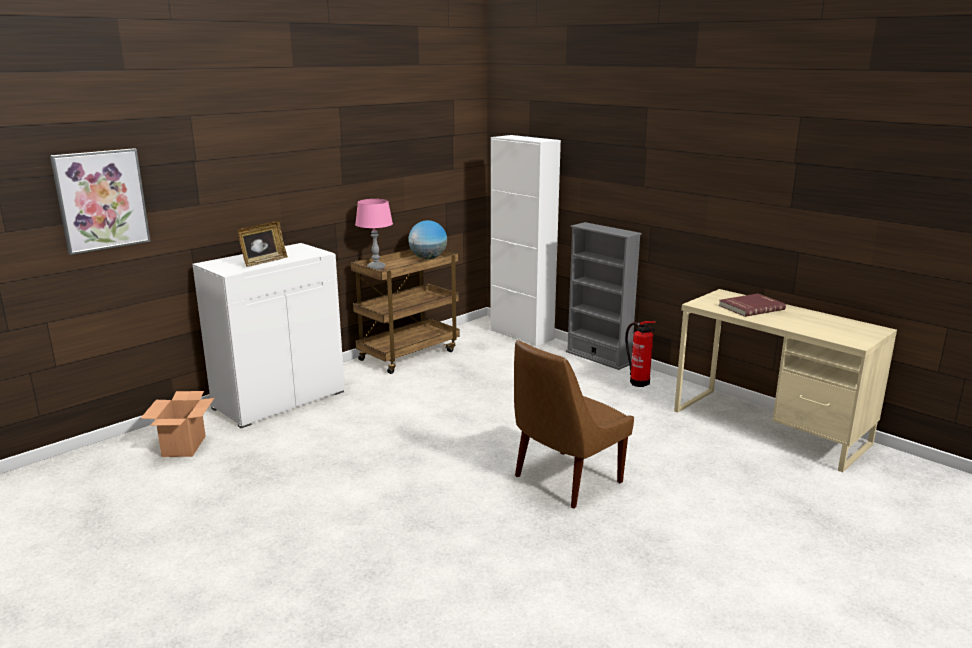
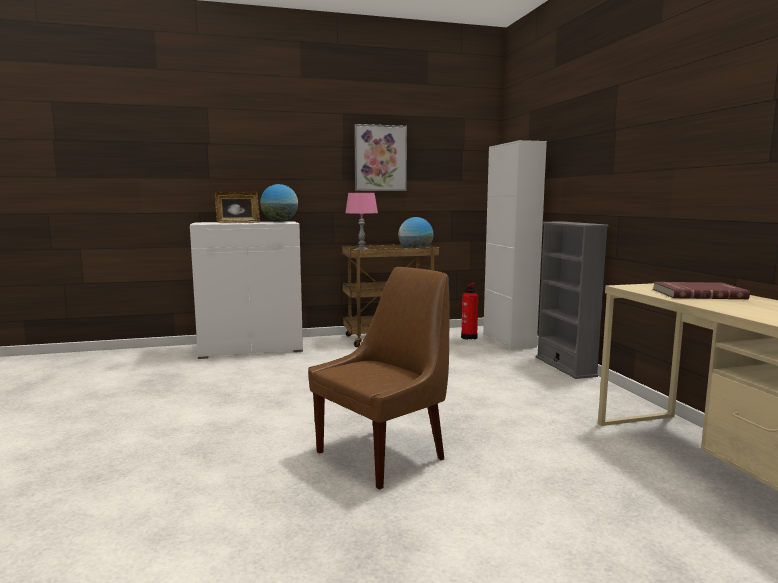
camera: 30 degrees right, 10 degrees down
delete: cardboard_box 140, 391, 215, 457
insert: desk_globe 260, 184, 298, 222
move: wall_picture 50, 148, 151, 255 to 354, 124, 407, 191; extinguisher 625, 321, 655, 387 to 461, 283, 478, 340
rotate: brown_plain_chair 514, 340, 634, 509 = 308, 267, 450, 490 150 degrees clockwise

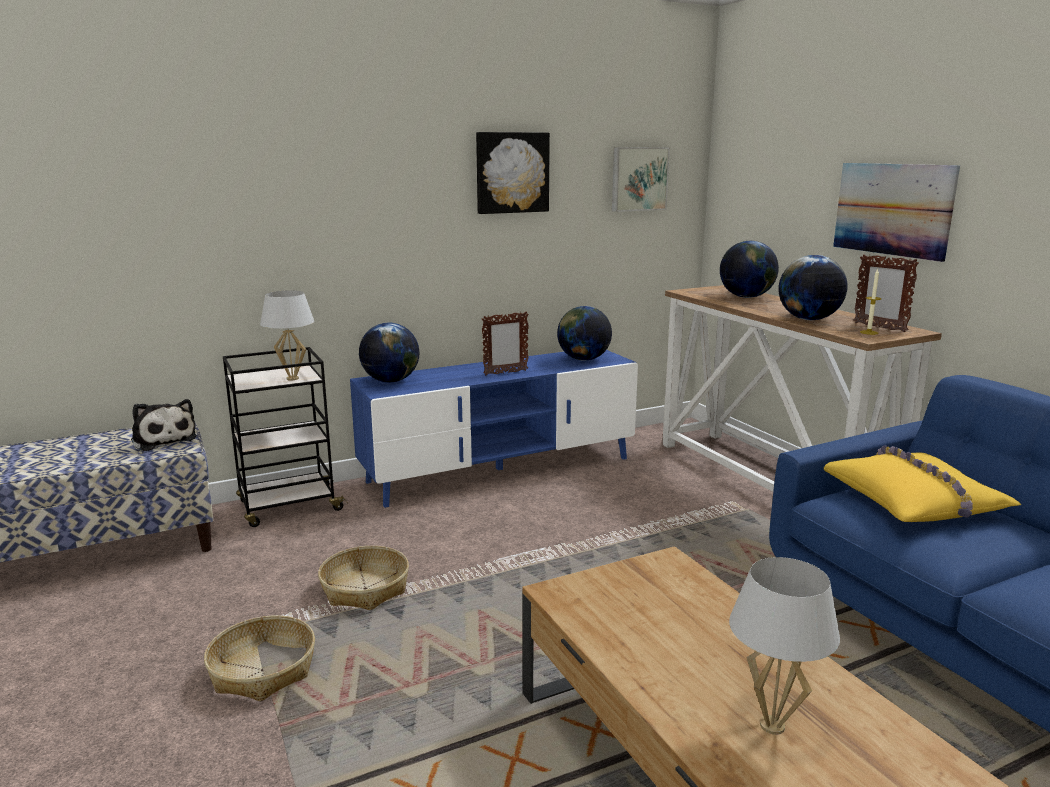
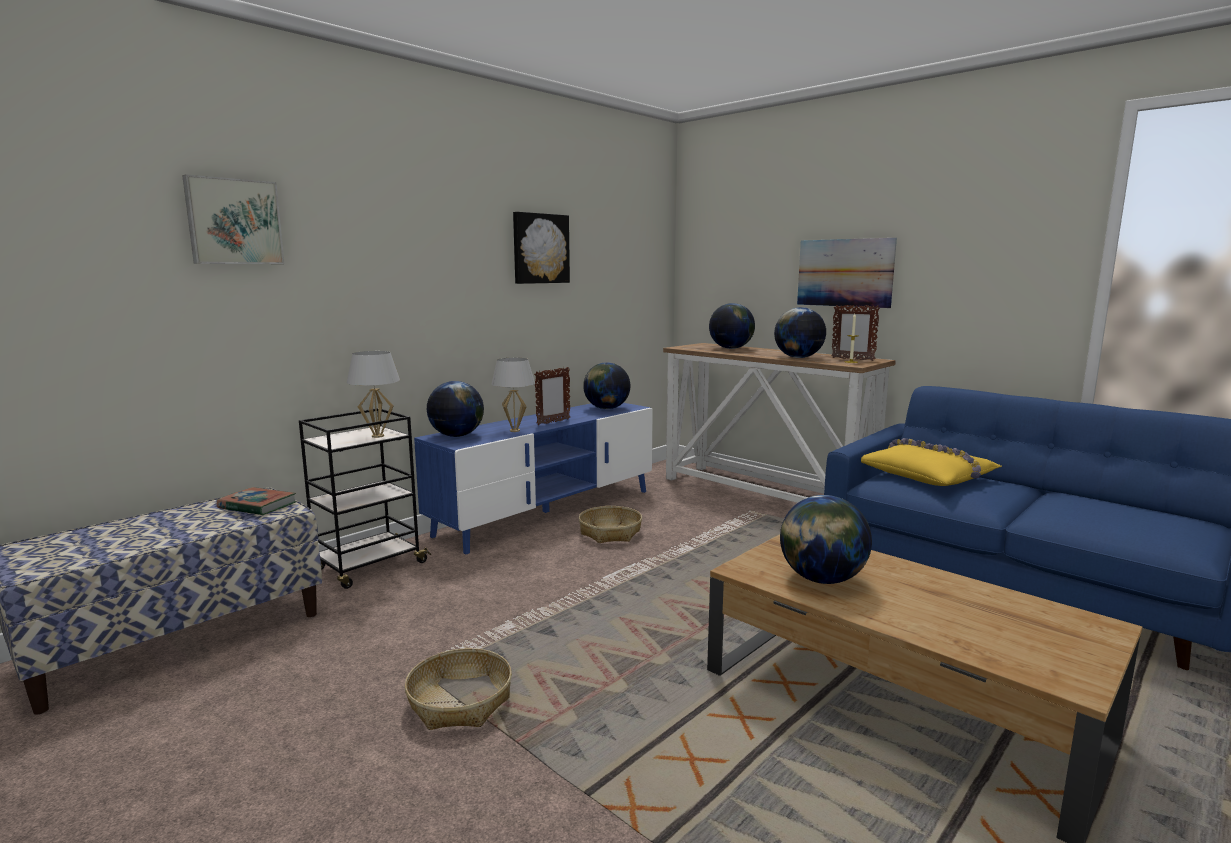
camera: 20 degrees left, 5 degrees down
insert: desk_globe 780, 495, 872, 584
move: basket 318, 546, 409, 610 to 579, 506, 642, 543; wall_picture 612, 147, 670, 212 to 182, 174, 285, 264; white_table_lamp 729, 557, 840, 735 to 491, 358, 535, 432
replace: cuddly_toy 131, 399, 197, 451 to book 217, 487, 296, 516

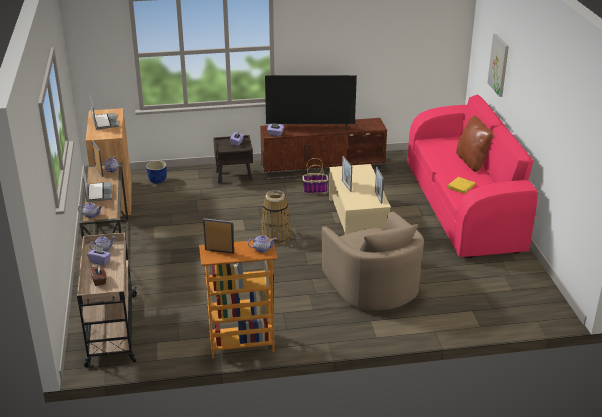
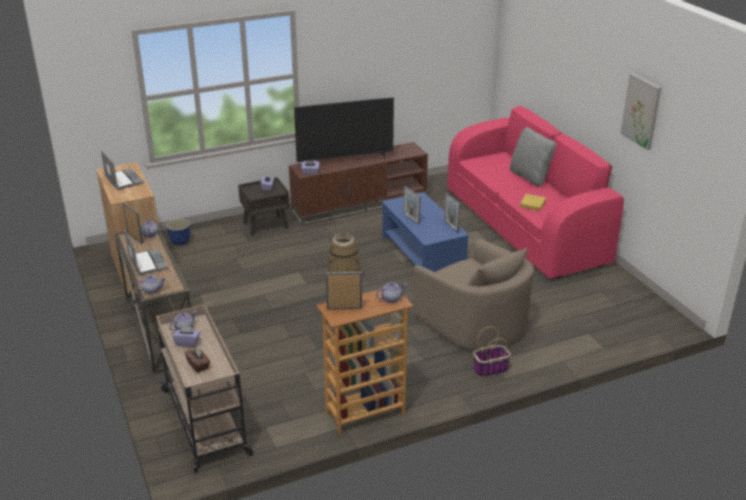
camera: 15 degrees left, 0 degrees up
move: basket 303, 158, 328, 194 to 473, 326, 511, 378; wall_picture 487, 34, 509, 97 to 621, 73, 661, 150
recolor: beige-coloured_coffee_table 329, 164, 391, 234 to blue-coloured_coffee_table 382, 192, 469, 272; brown_pillow 456, 115, 494, 172 to grey_pillow 510, 127, 556, 187

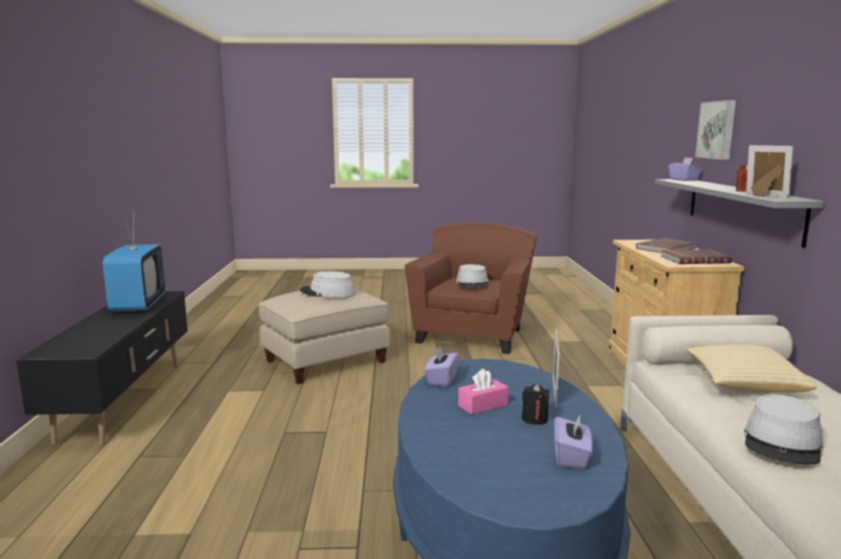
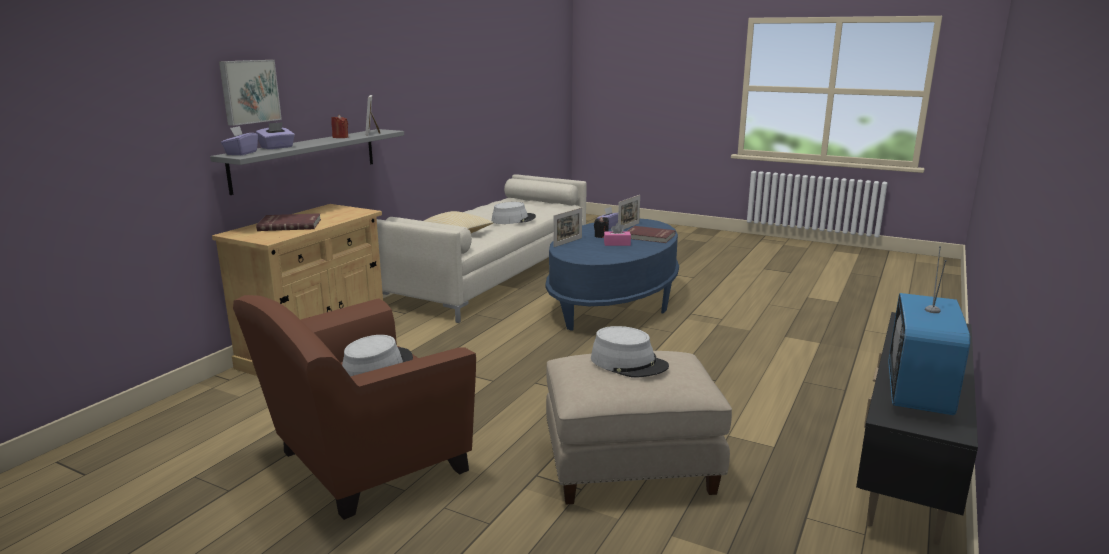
camera: 150 degrees left, 5 degrees up
insert: picture_frame 618, 195, 640, 229
move: purple-coloured_box_of_tissues 425, 345, 459, 387 to 256, 122, 295, 149; red-coloured_book 661, 249, 732, 264 to 628, 226, 676, 243

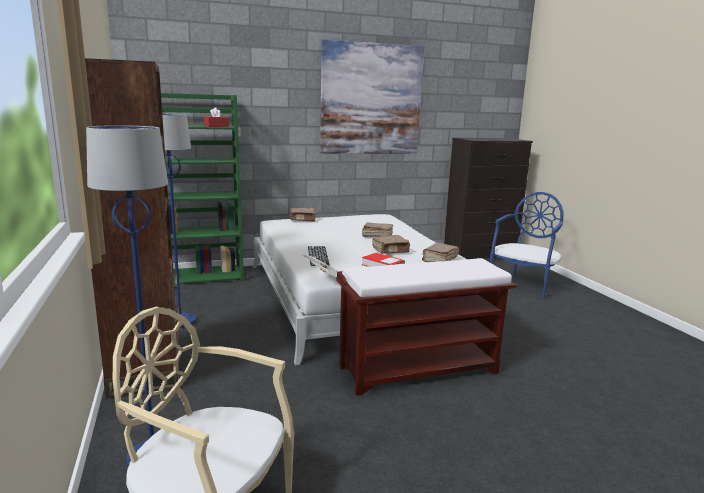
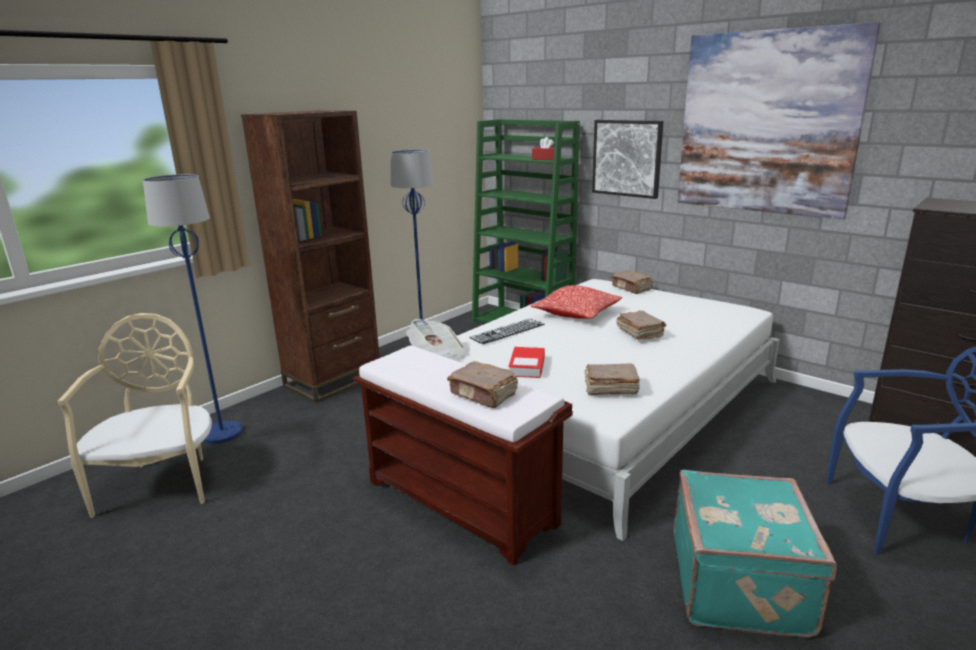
camera: 60 degrees right, 5 degrees up
insert: pillow 531, 285, 622, 319; wall_picture 592, 120, 664, 199; turquoise_suitcase 674, 470, 837, 638
move: brown_book 372, 235, 410, 254 to 447, 361, 518, 408

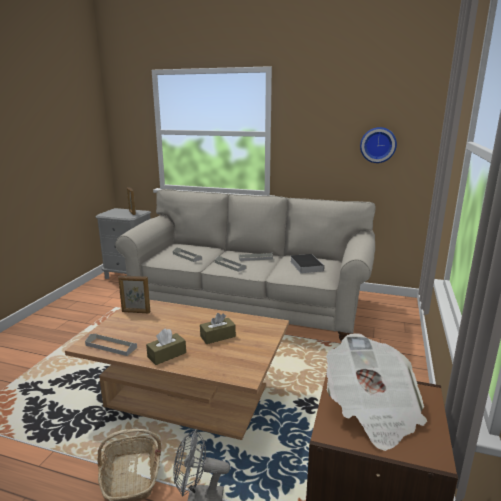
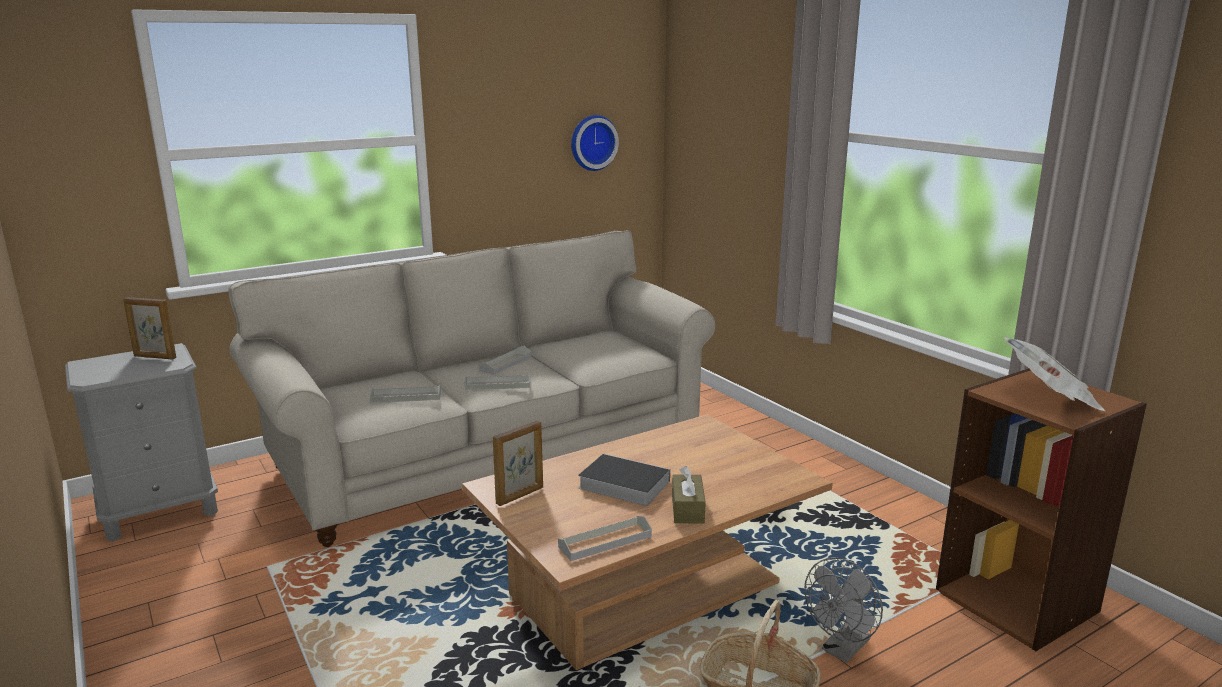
camera: 50 degrees left, 0 degrees up
delete: brown_box_of_tissues 200, 313, 236, 344
move: book 290, 254, 324, 273 to 578, 454, 670, 506

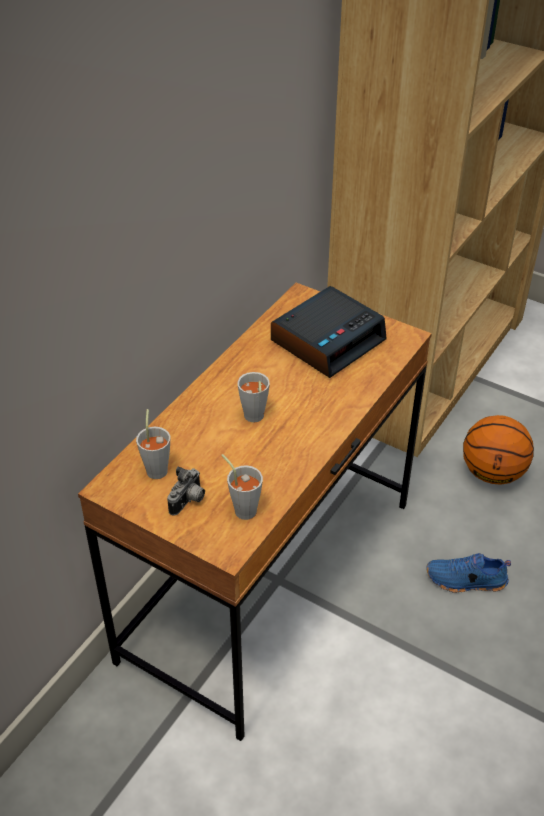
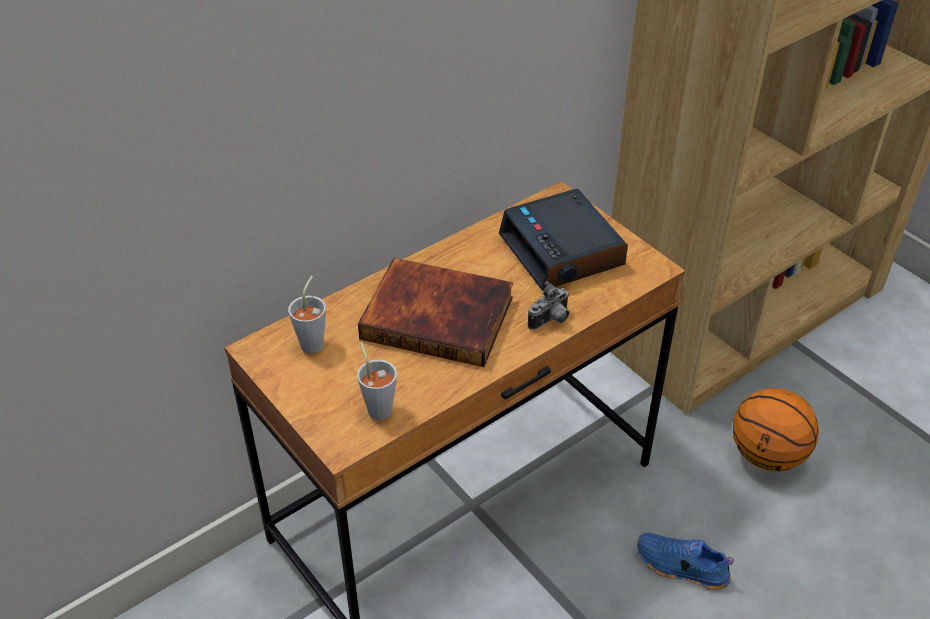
camera: 20 degrees right, 0 degrees up
move: still_camera 167, 466, 205, 515 to 528, 281, 569, 330
replace: grey_small_cup 237, 372, 270, 422 to book 358, 258, 513, 367
rotate: table_clock 271, 286, 387, 378 = 499, 189, 628, 291 90 degrees clockwise

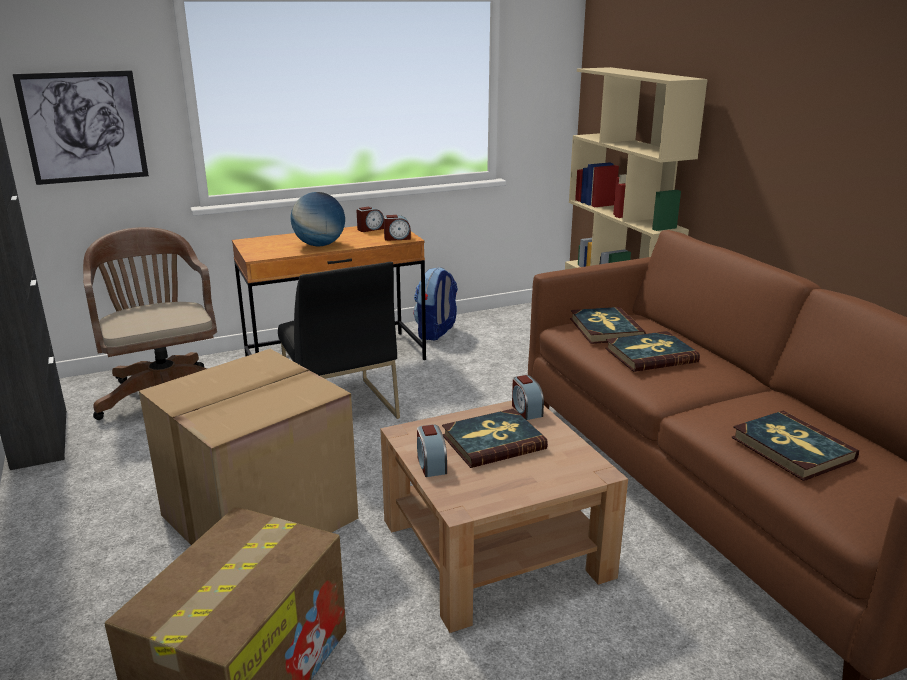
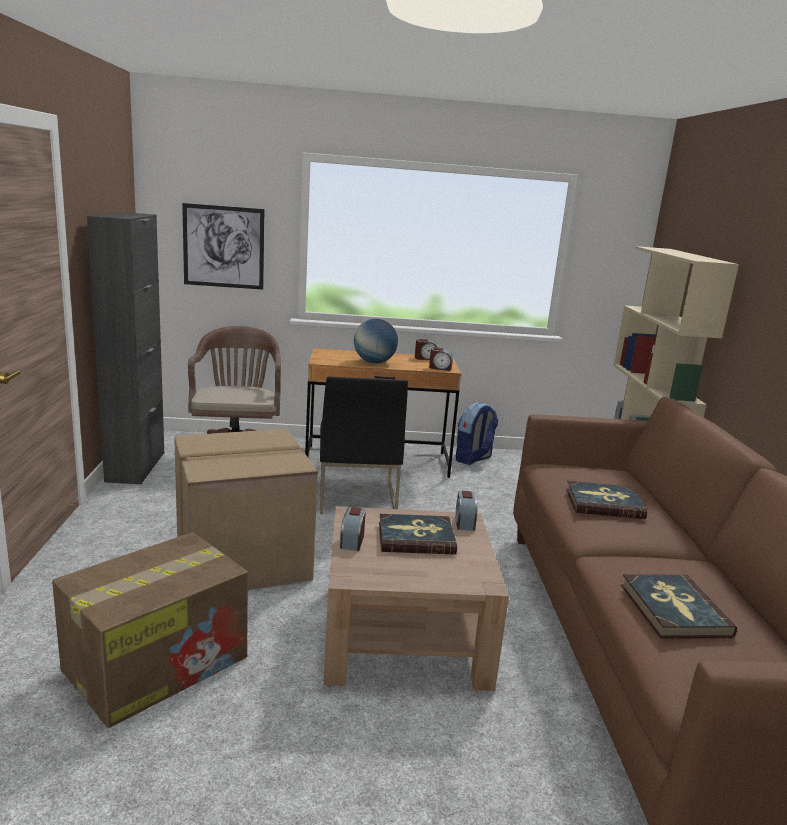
camera: 20 degrees right, 5 degrees down
delete: book 570, 307, 646, 344

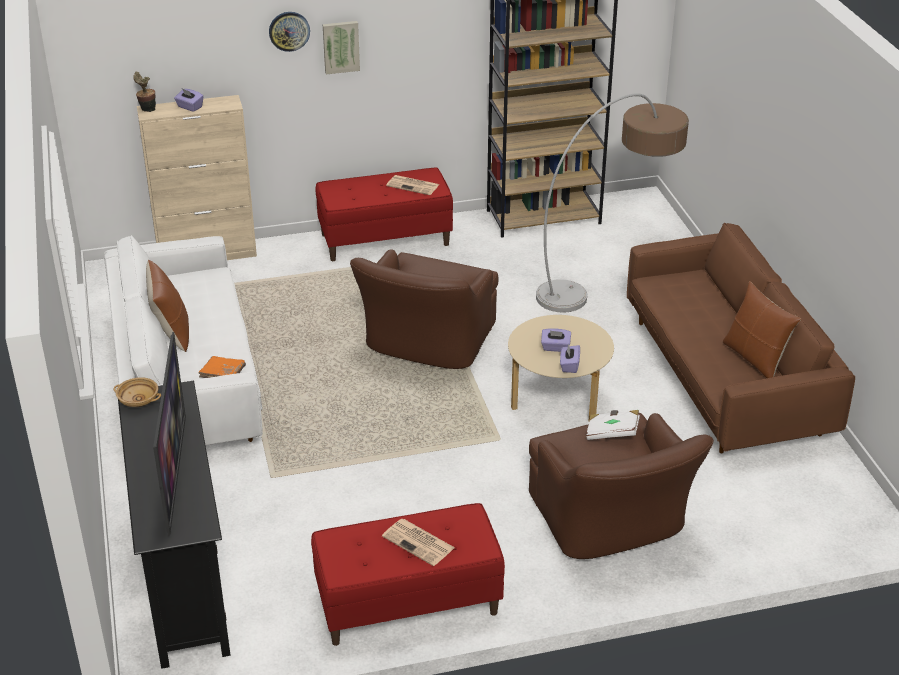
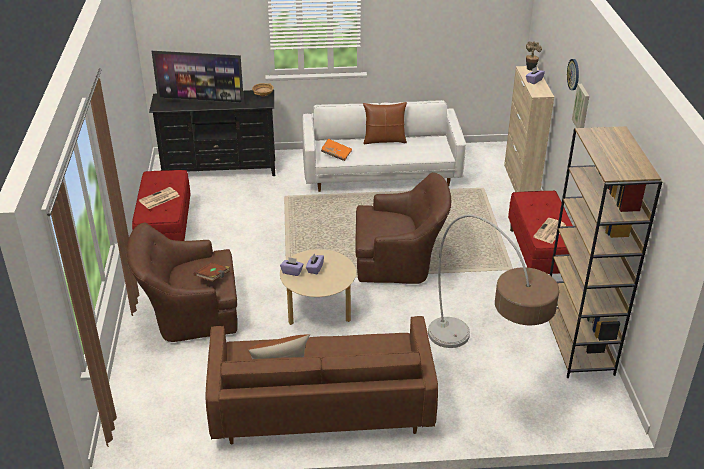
camera: 100 degrees right, 0 degrees up
recolor: white_book 586, 410, 640, 440 to brown_book 194, 262, 230, 282
rotate: brown_armchair 350, 249, 499, 369 = 355, 172, 451, 284 150 degrees clockwise

